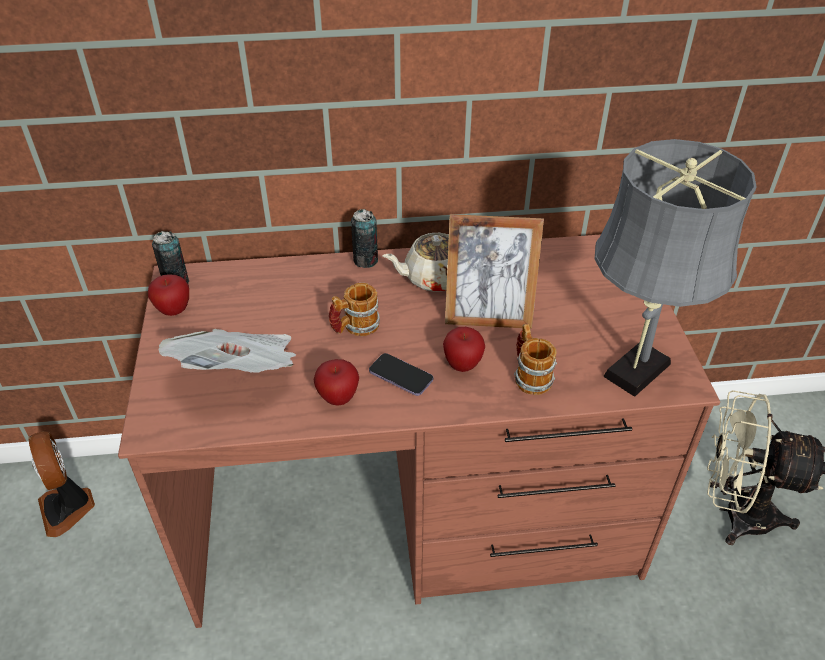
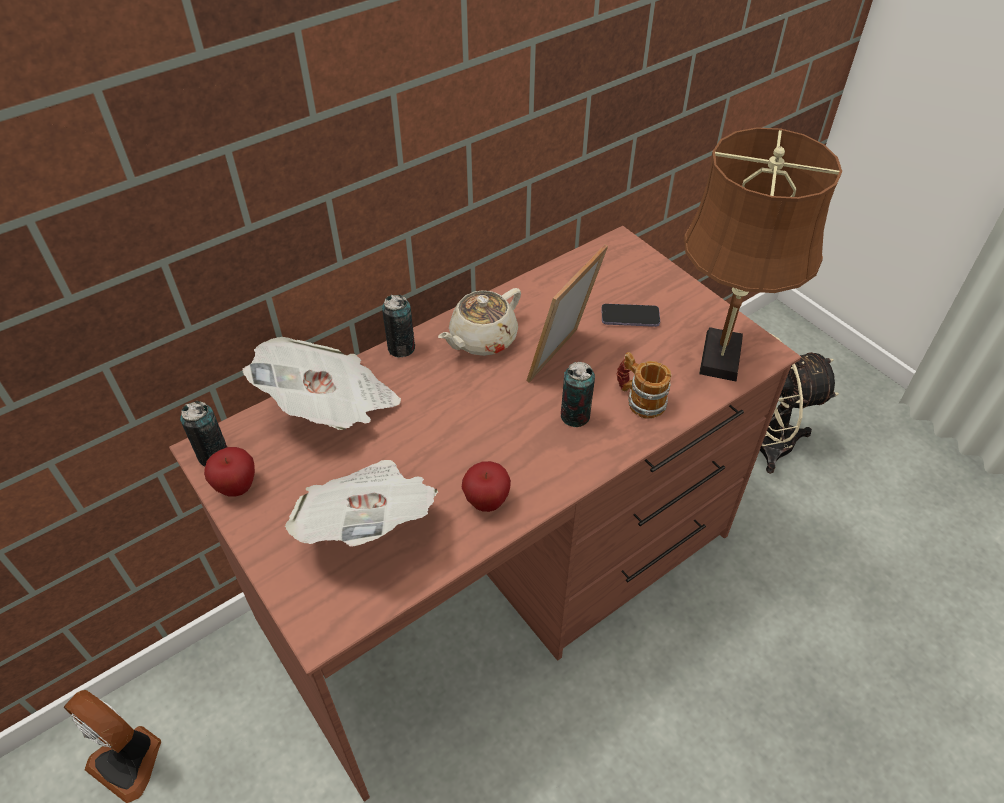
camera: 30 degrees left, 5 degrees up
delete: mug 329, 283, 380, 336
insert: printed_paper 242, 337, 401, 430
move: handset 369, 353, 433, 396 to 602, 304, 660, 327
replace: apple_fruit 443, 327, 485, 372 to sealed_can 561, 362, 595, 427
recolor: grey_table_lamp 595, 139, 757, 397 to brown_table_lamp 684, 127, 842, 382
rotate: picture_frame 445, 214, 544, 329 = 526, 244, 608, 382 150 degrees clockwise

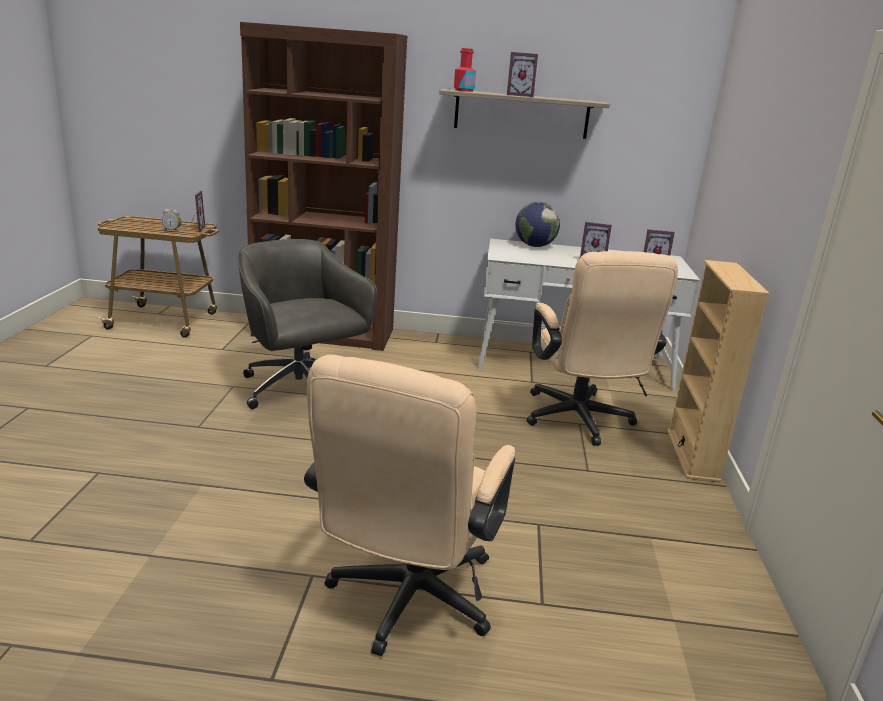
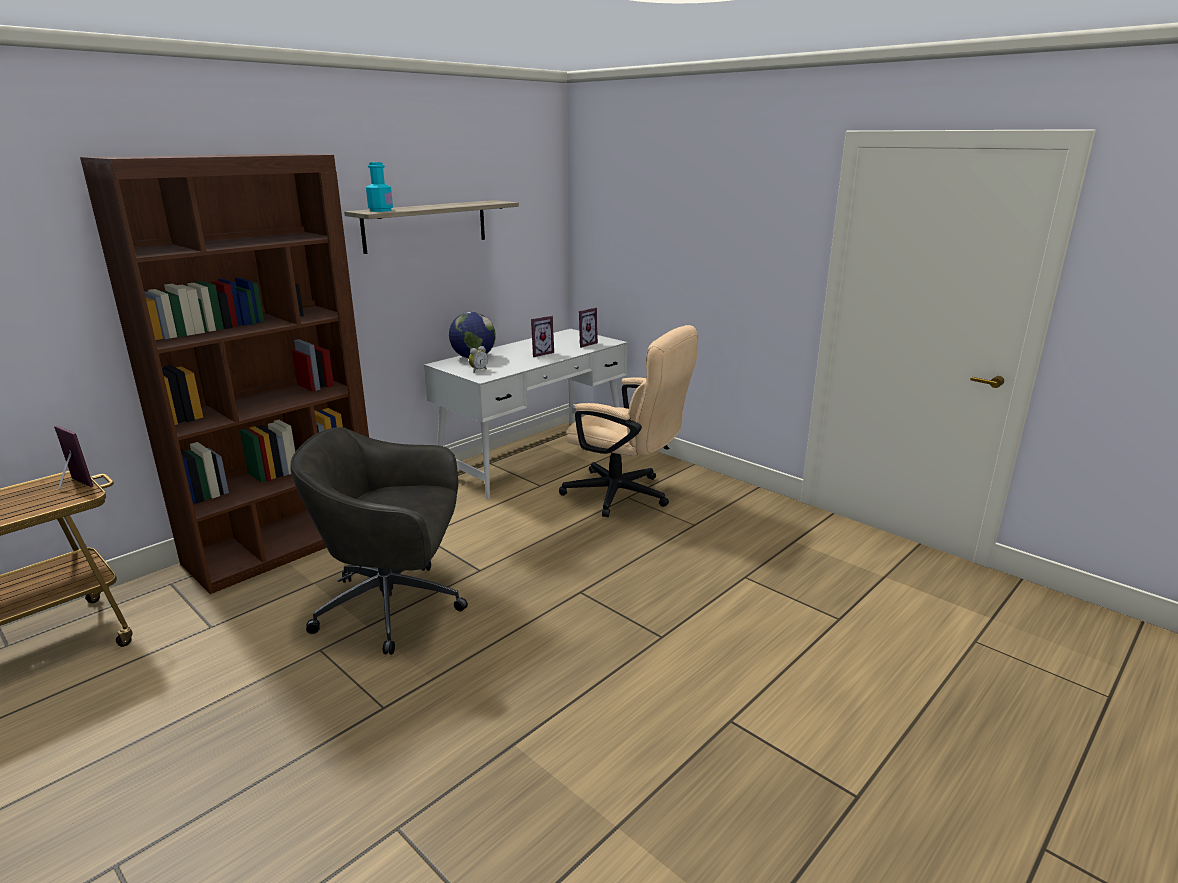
camera: 50 degrees left, 0 degrees up
delete: beige-coloured_computer_chair 304, 355, 515, 656; picture_frame 507, 52, 538, 97; beige-coloured_shelving_unit 667, 260, 769, 482
move: table_clock 162, 209, 182, 232 to 469, 346, 488, 373
recolor: red-coloured_bottle 454, 48, 476, 92 to turquoise_bottle 366, 162, 393, 212

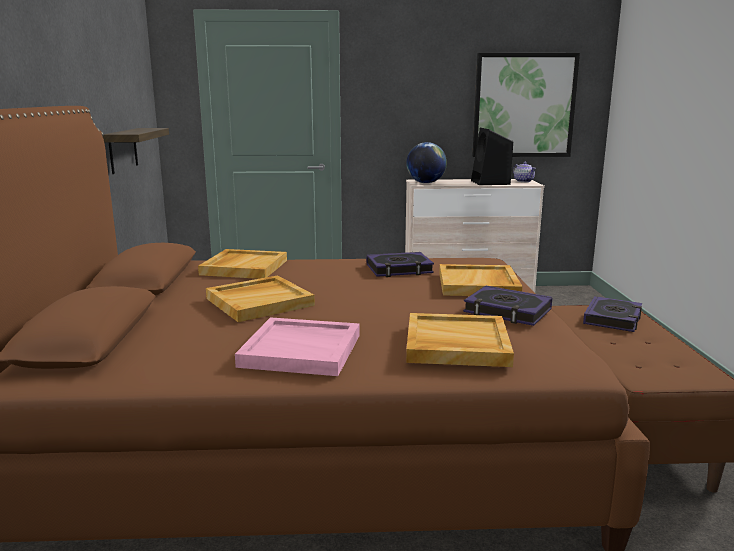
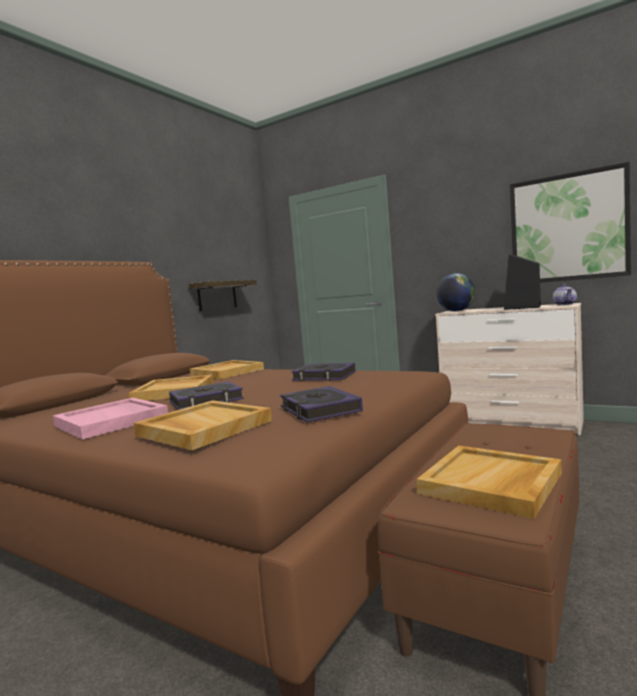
camera: 35 degrees right, 10 degrees down
move: beige-coloured_tray 439, 264, 523, 296 to 417, 445, 562, 519; book 583, 296, 642, 332 to 169, 381, 244, 410

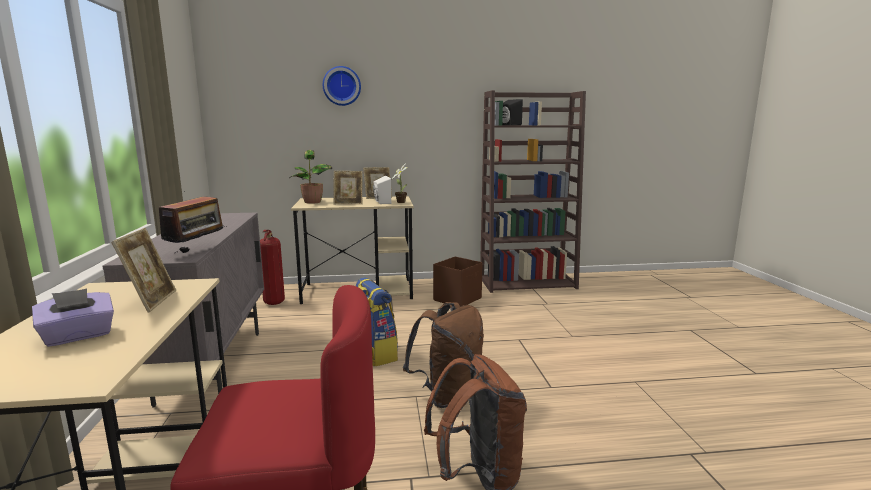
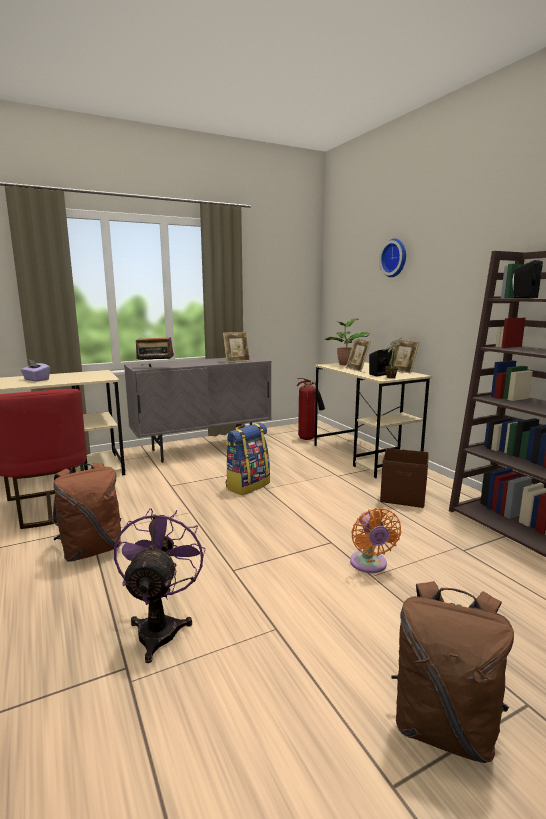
camera: 70 degrees right, 0 degrees up
insert: purple-coloured_cooling_fan 114, 508, 205, 663; orange_cooling_fan 350, 508, 402, 573
move: picture_frame 111, 228, 176, 312 to 223, 332, 250, 363; brown_rucksack 403, 302, 484, 408 to 391, 581, 514, 763
recolor: white_loudspeaker 373, 176, 391, 204 to black_loudspeaker 369, 349, 394, 377

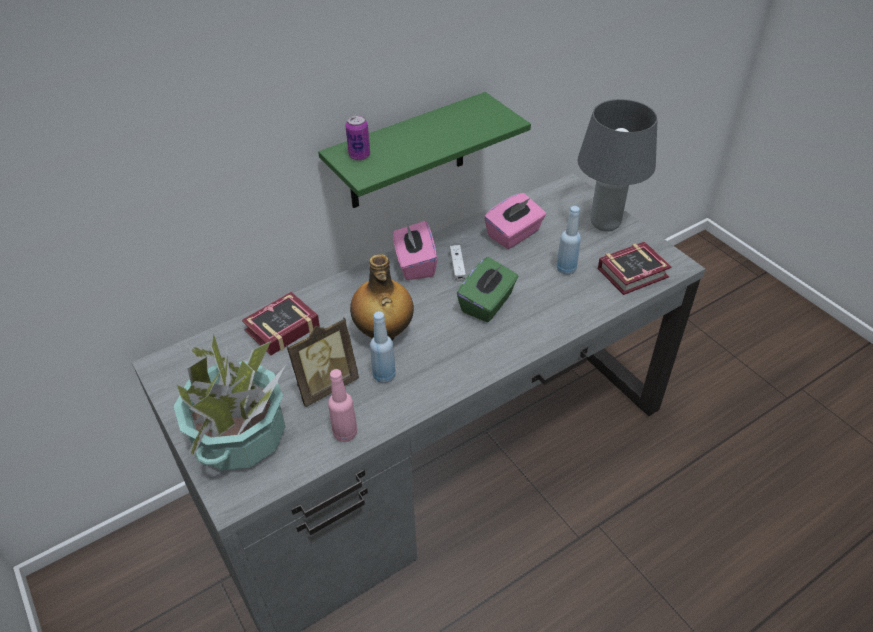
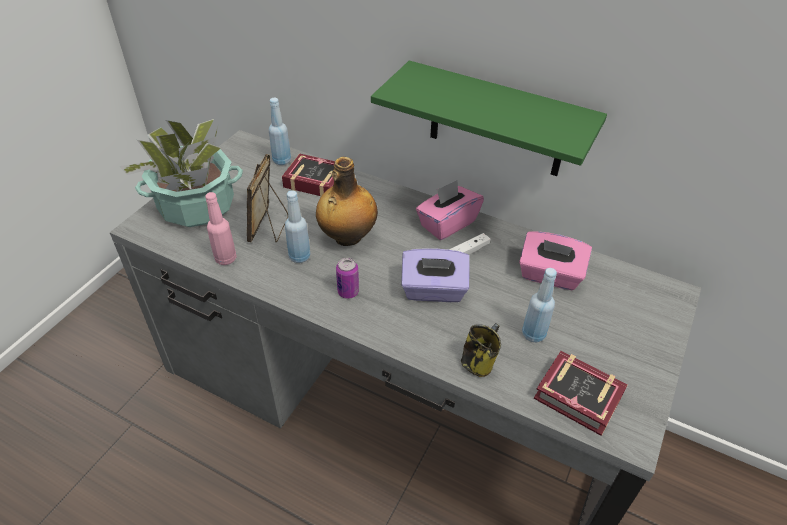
camera: 60 degrees right, 0 degrees up
delete: grey_table_lamp 577, 99, 658, 232
insert: blue-coloured_bottle 269, 98, 291, 165; mug 461, 323, 501, 377
move: sealed_can 345, 115, 370, 160 to 336, 257, 359, 299
recolor: greenish_box_of_tissues 457, 257, 518, 322 to purple-coloured_box_of_tissues 401, 248, 469, 302
rotate: picture_frame 287, 317, 359, 407 = 247, 154, 288, 243 75 degrees clockwise

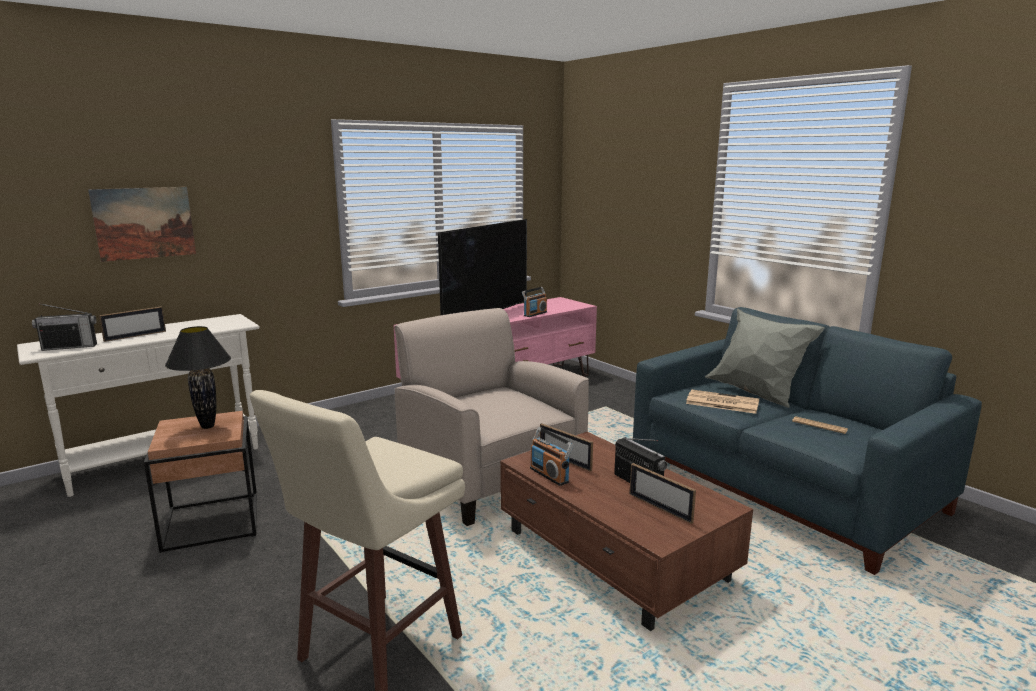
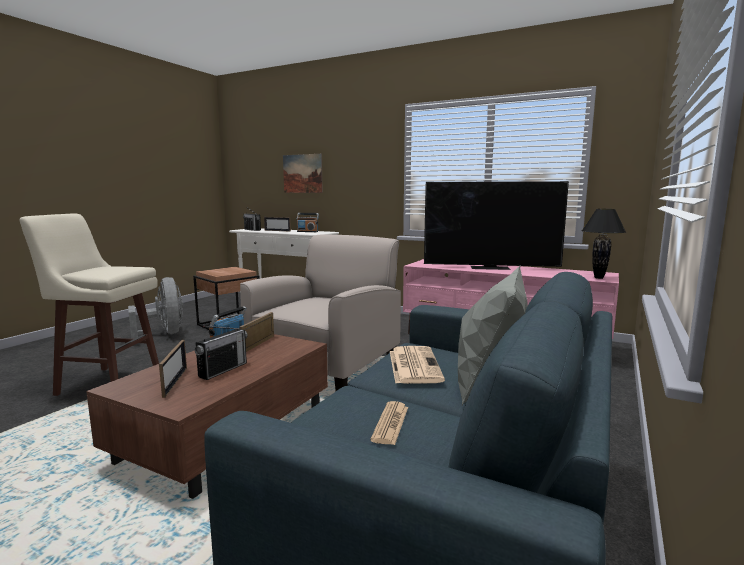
camera: 65 degrees right, 5 degrees down
insert: grey_cooling_fan 128, 277, 183, 339
move: black_table_lamp 165, 326, 231, 429 to 582, 209, 626, 279; radio_set 522, 287, 547, 317 to 297, 213, 319, 232
rotate: picture_frame 629, 463, 696, 524 = 159, 340, 187, 398 150 degrees clockwise

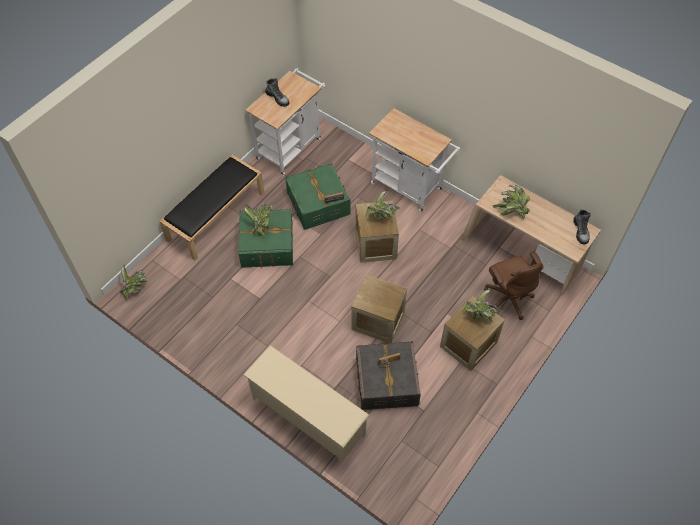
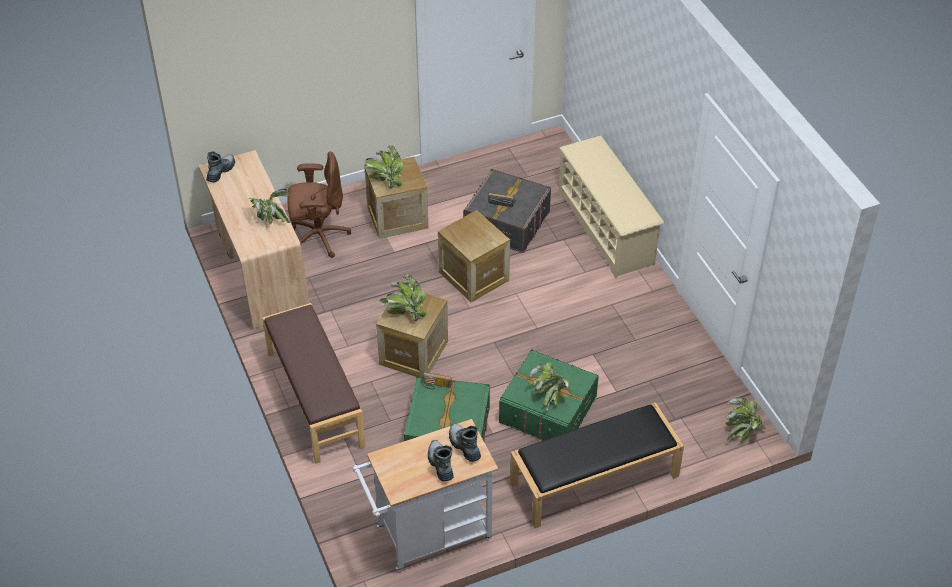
camera: 150 degrees left, 10 degrees down
insert: high-top_boot 449, 423, 481, 462
replace: white_cart 369, 108, 460, 212 to brown_long_seat 262, 303, 365, 464
rotate: brown_computer_chair 484, 251, 544, 320 = 287, 151, 351, 258 75 degrees clockwise

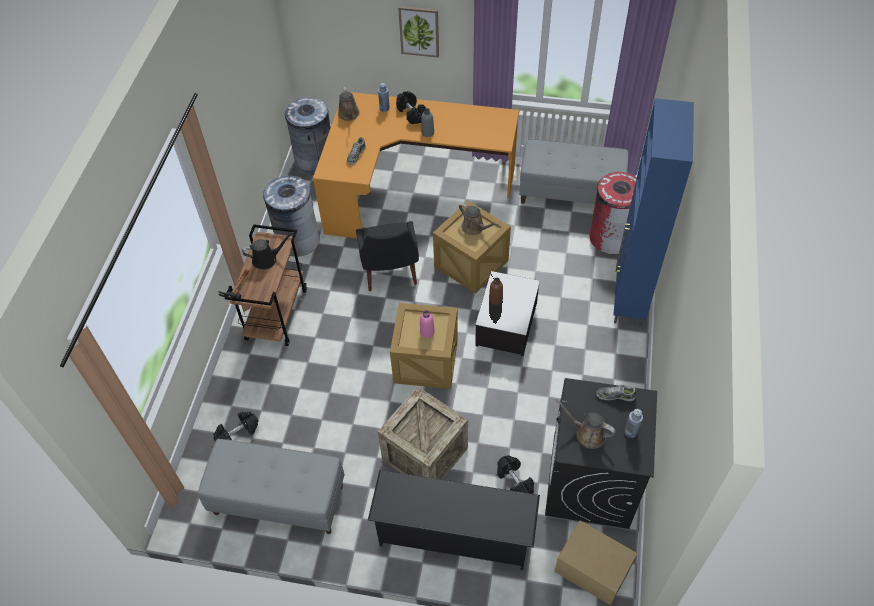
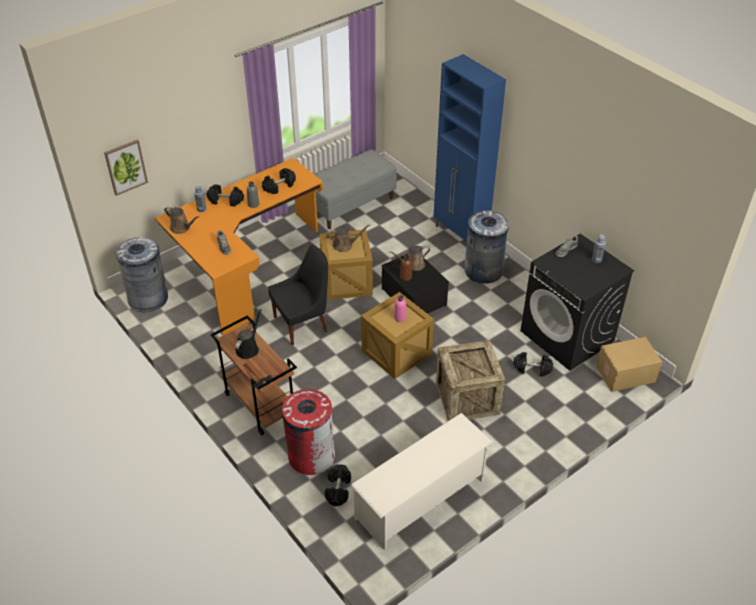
camera: 50 degrees left, 10 degrees down
delete: black_shoe_stand 368, 470, 540, 570
insert: black_hand_weight 262, 168, 296, 194
move: grey_waste_bin 263, 174, 320, 257 to 464, 210, 509, 284; wall_picture 398, 6, 439, 58 to 104, 139, 148, 196; brown_watering_can 556, 399, 616, 449 to 389, 245, 430, 271; red-coloured_waste_bin 590, 172, 637, 254 to 282, 389, 335, 475
replace: grey_long_seat 198, 439, 344, 534 to white_shoe_stand 351, 413, 493, 550
rotate: black_plain_chair 356, 221, 419, 291 = 268, 244, 328, 345 60 degrees counterclockwise

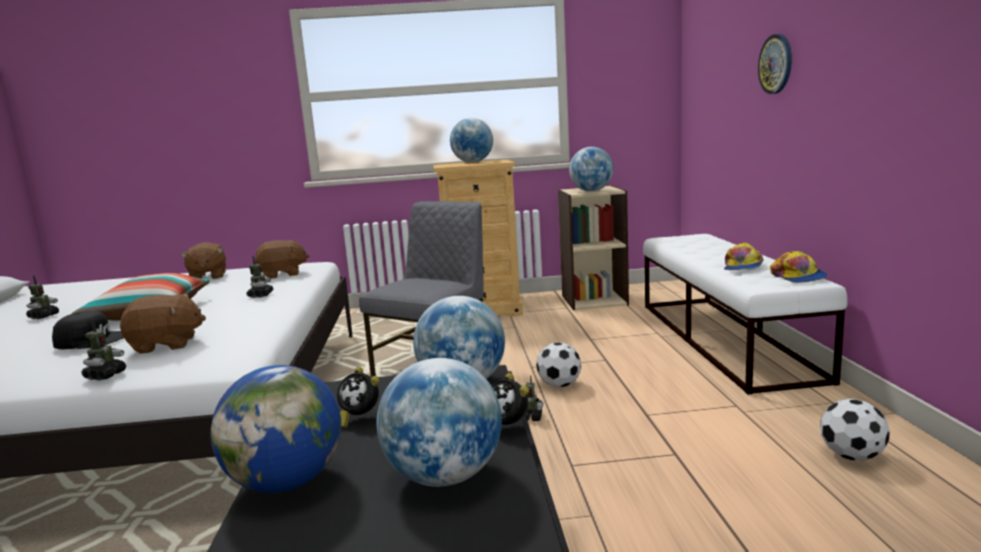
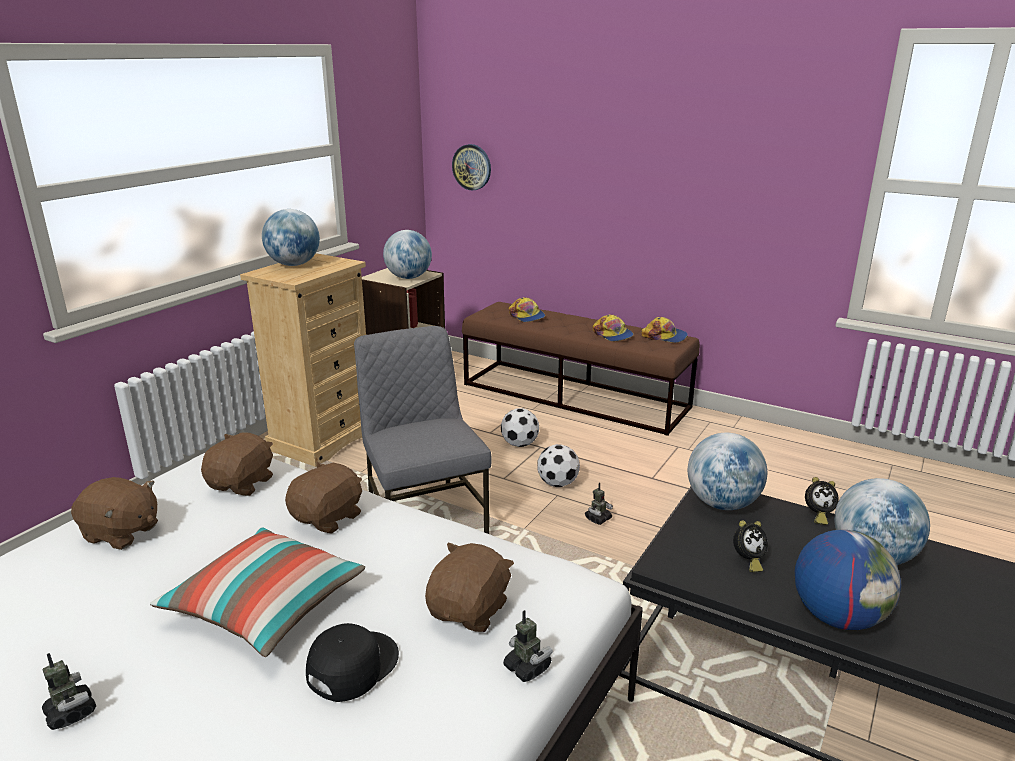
camera: 55 degrees left, 10 degrees up
insert: cap 508, 297, 545, 322
move: wall_clock 758, 34, 792, 94 to 452, 144, 491, 191; ball_for_football 820, 399, 890, 461 to 501, 408, 539, 447
replace: robot_figure 246, 256, 273, 298 to brown_cuddly_toy 285, 461, 362, 534
recolor: white_long_seat 643, 234, 848, 395 to brown_long_seat 462, 302, 700, 436

